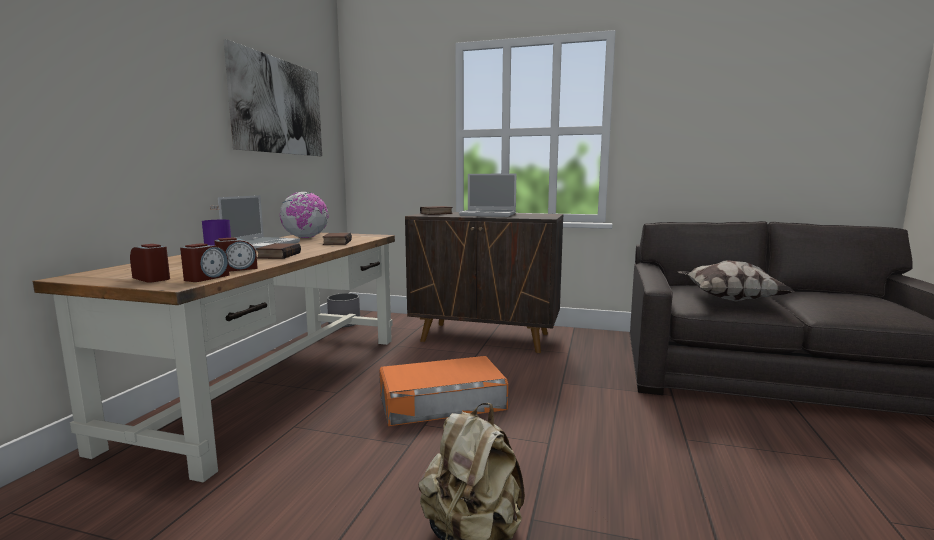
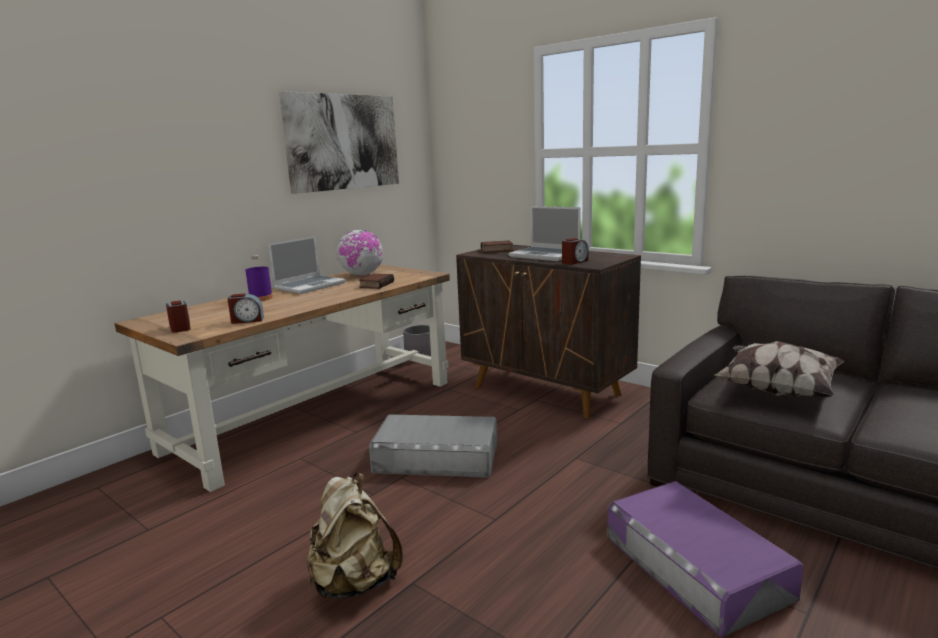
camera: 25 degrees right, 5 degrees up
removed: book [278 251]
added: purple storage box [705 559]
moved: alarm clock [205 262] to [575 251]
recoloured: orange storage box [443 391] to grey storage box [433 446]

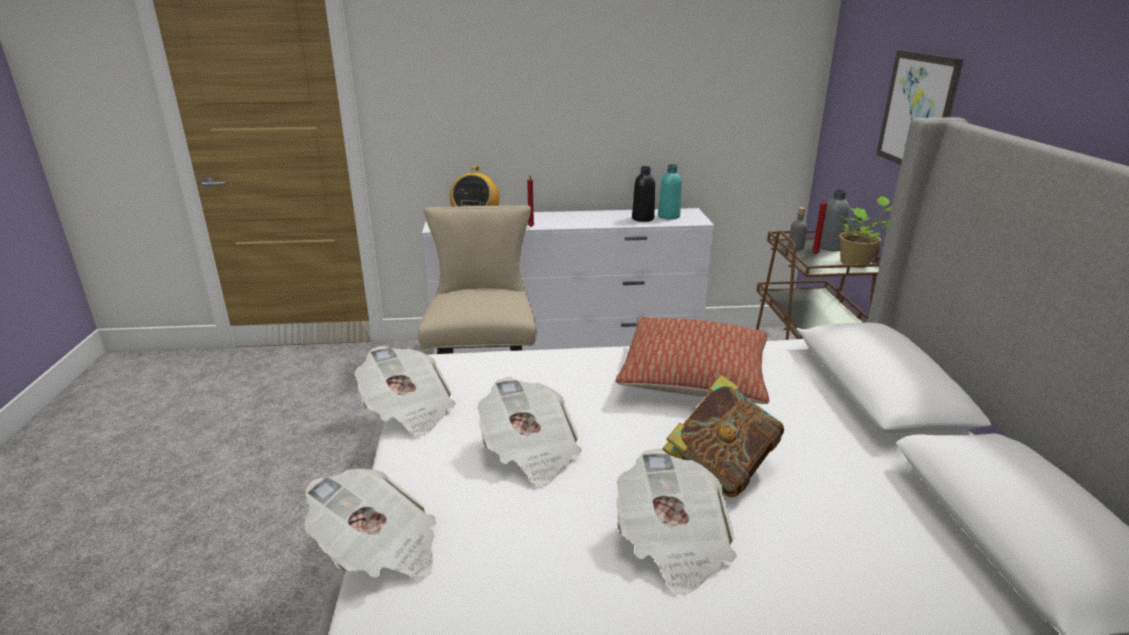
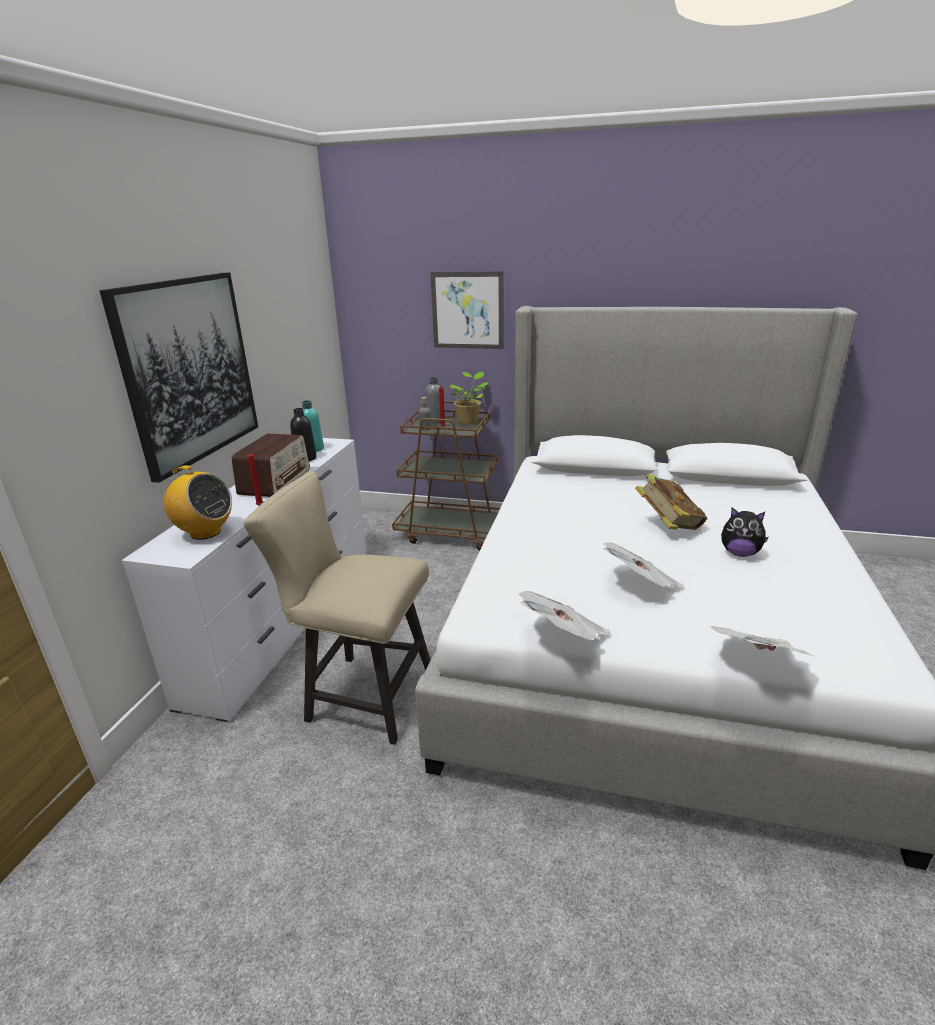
camera: 70 degrees left, 0 degrees up
removed: pillow [692 360]
added: picture [178 378]; radio [271 465]
replaced: newspaper [676 522] to plush toy [744 532]

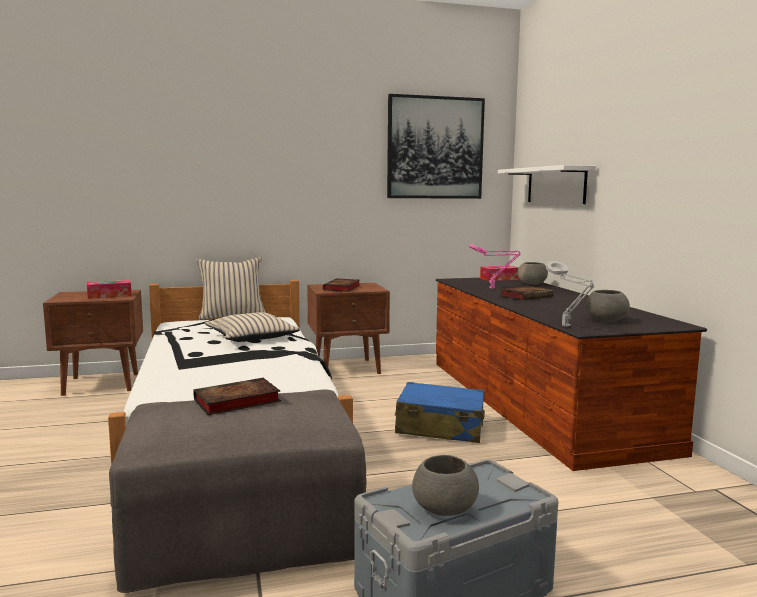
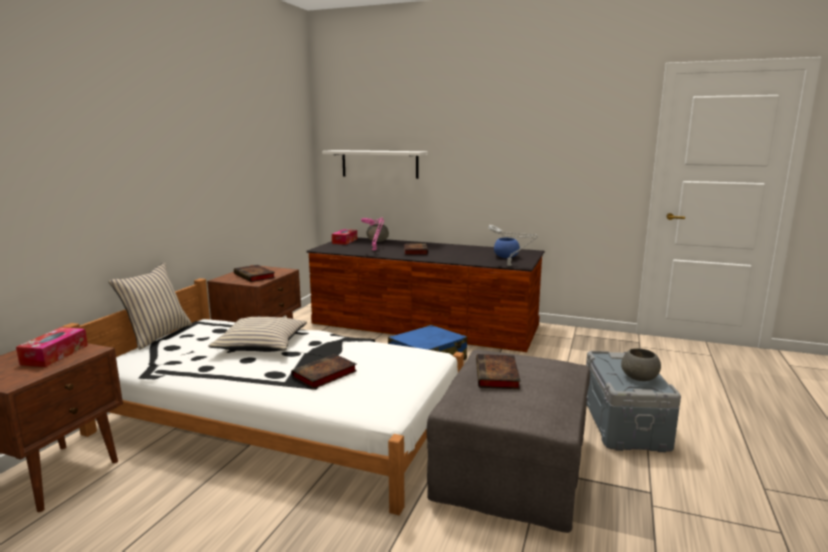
camera: 55 degrees left, 5 degrees up
removed: picture [436 146]
added: book [324 371]
recoloured: grey bowl [608 306] to blue bowl [507 248]

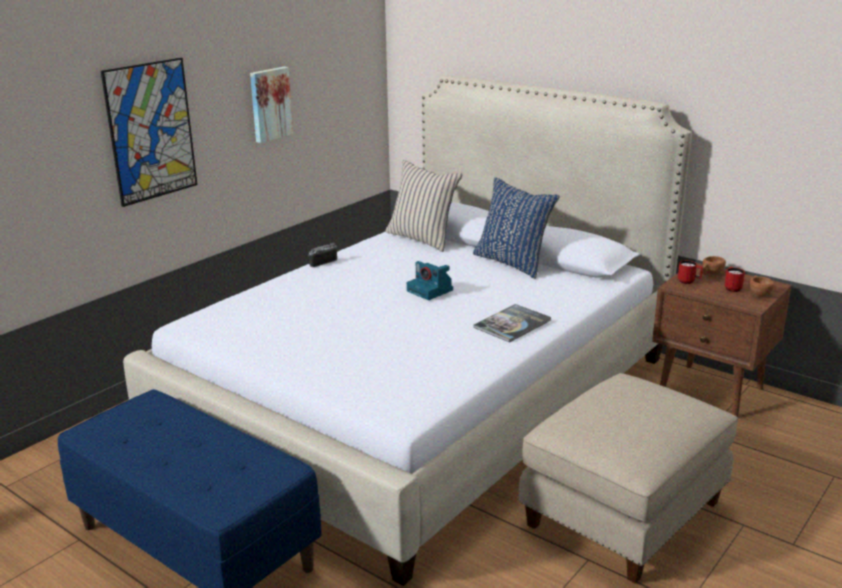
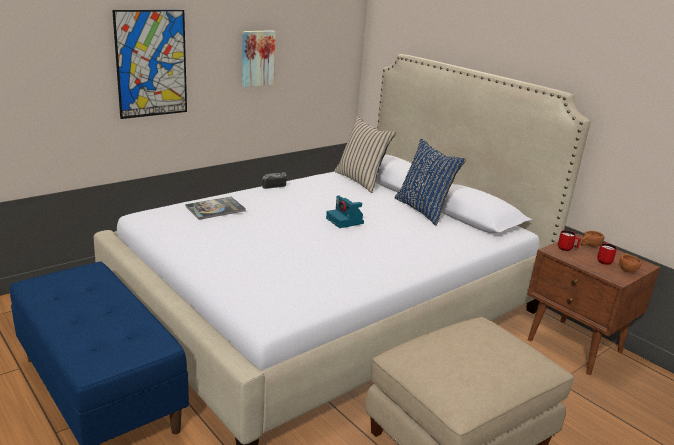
camera: 10 degrees right, 0 degrees up
moved: book [512 323] to [216 208]

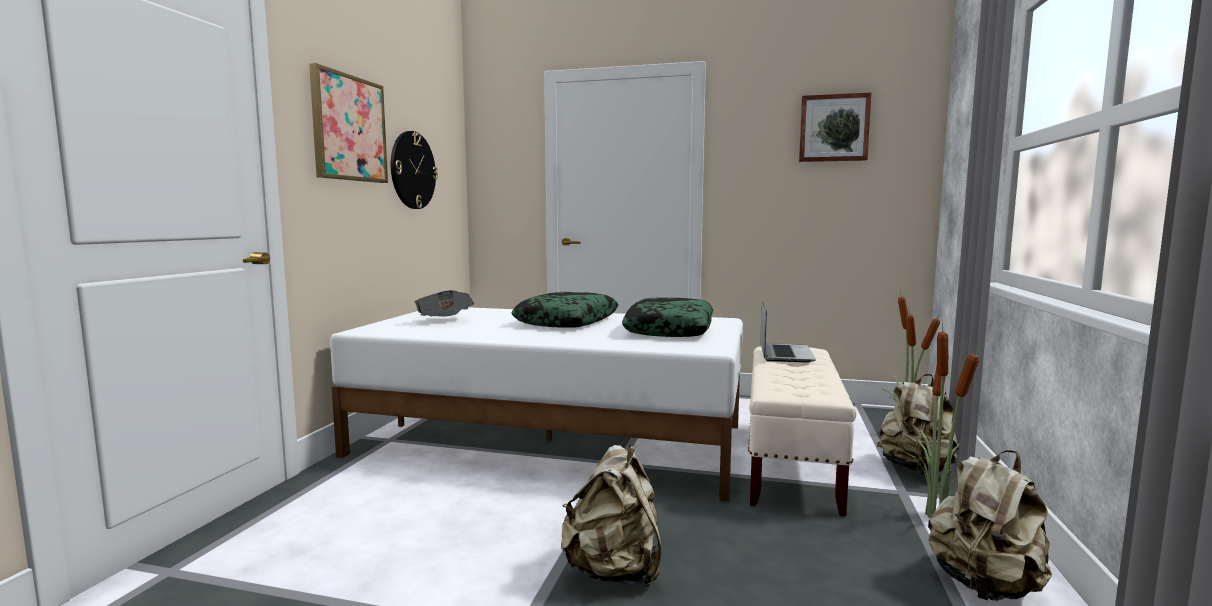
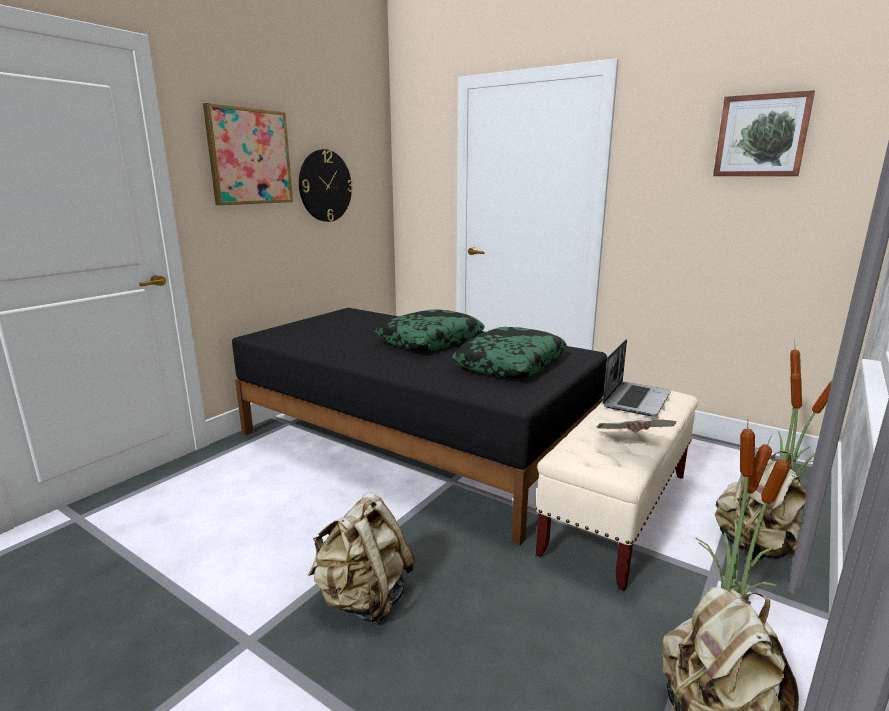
camera: 20 degrees right, 10 degrees up
moved: newspaper [444 303] to [637 426]
recoloured: white bed [536 404] to black bed [419 427]

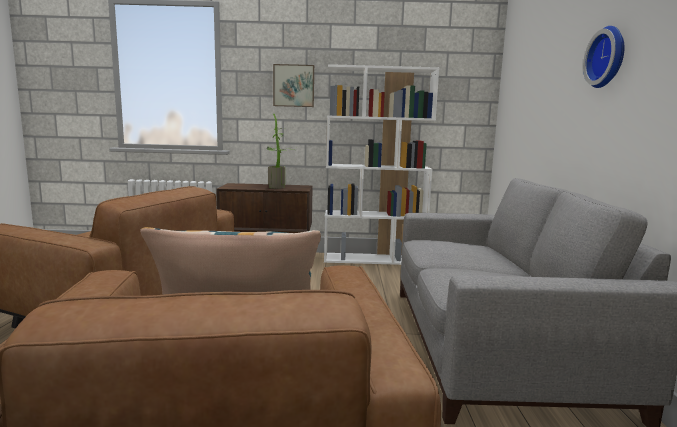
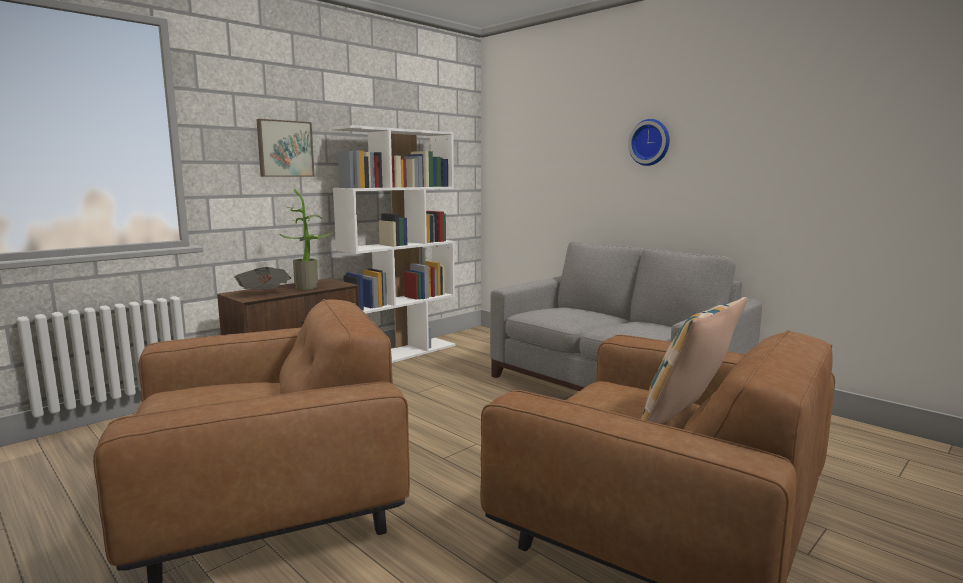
camera: 45 degrees left, 0 degrees up
added: newspaper [262 278]

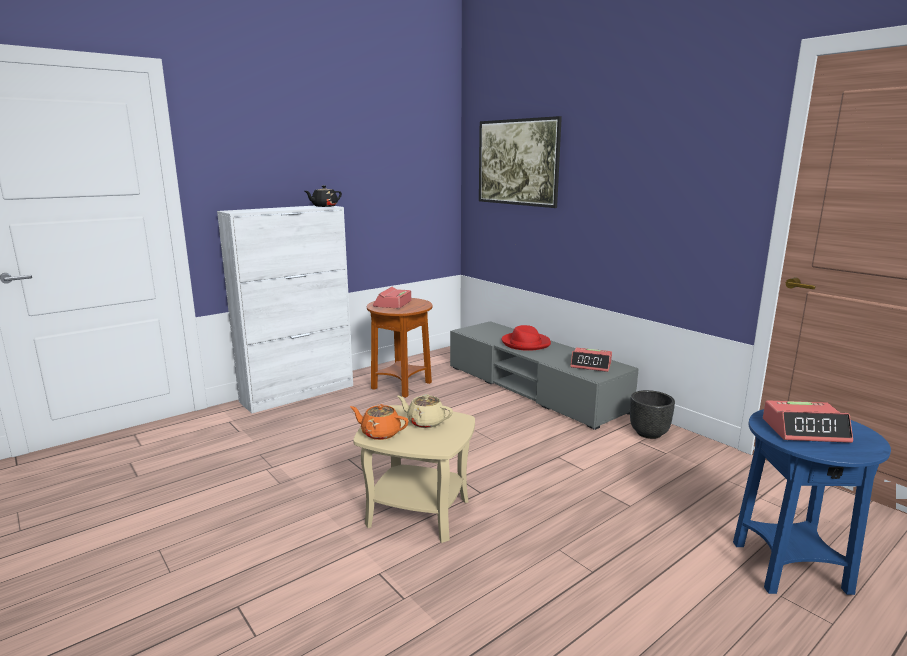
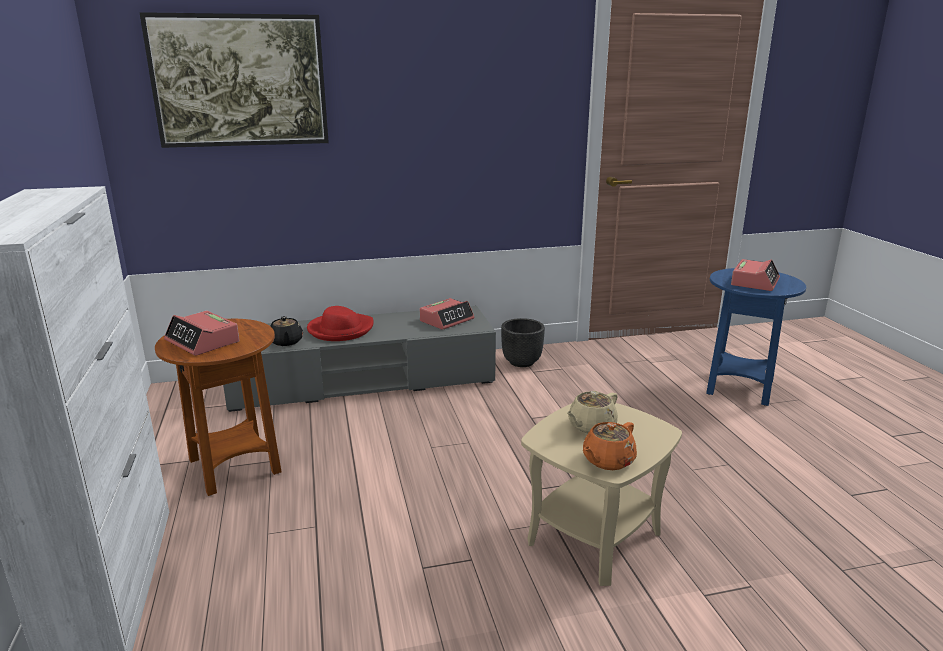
camera: 65 degrees left, 5 degrees up
moved: black teapot [323 196] to [287 331]

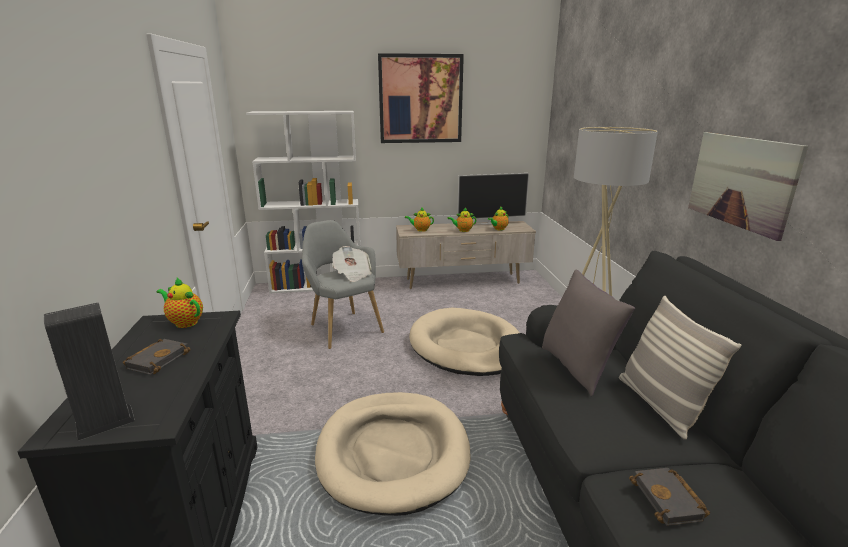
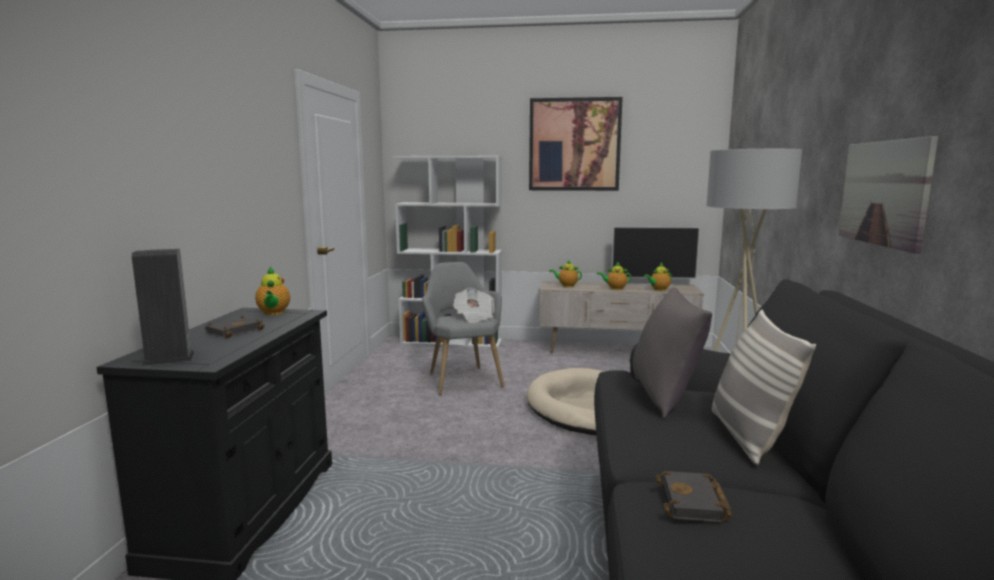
camera: 15 degrees right, 10 degrees down
removed: beige dog bed [393 454]
turned: teapot [179 303] = [272 291] 150 degrees counterclockwise

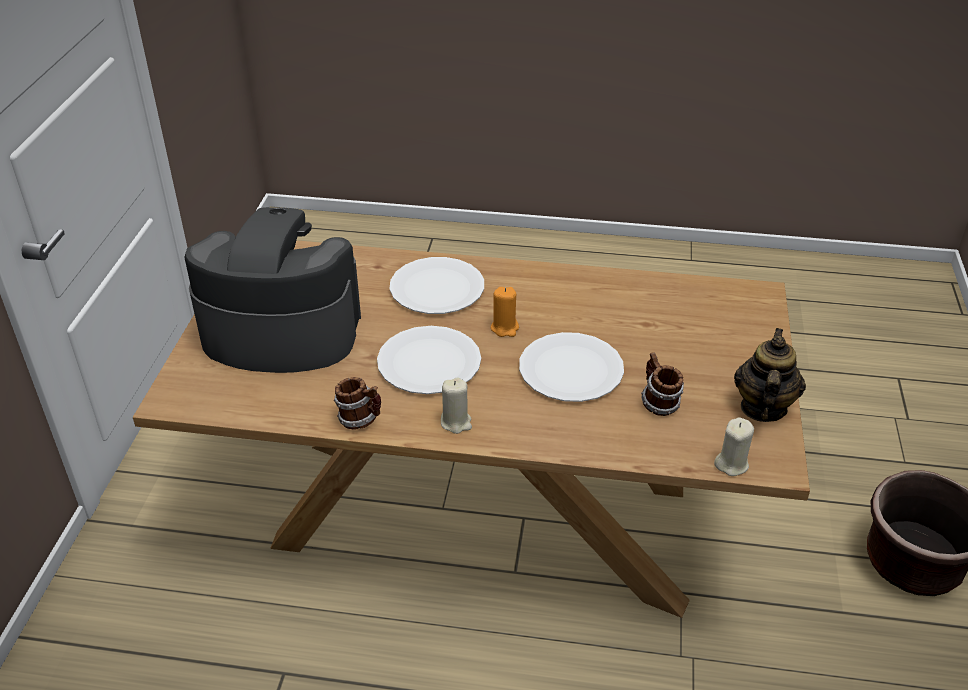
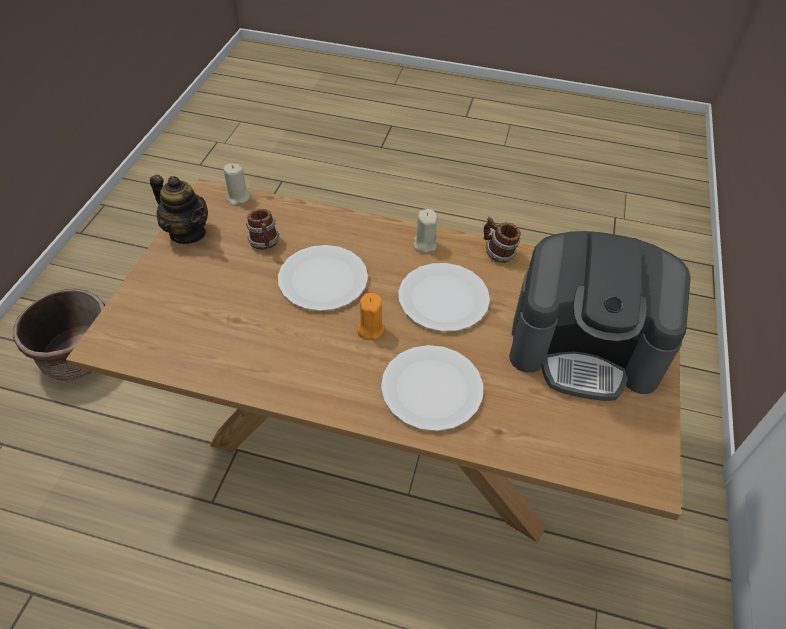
camera: 175 degrees left, 10 degrees up
turned: teapot [770 375] = [179 209] 75 degrees counterclockwise

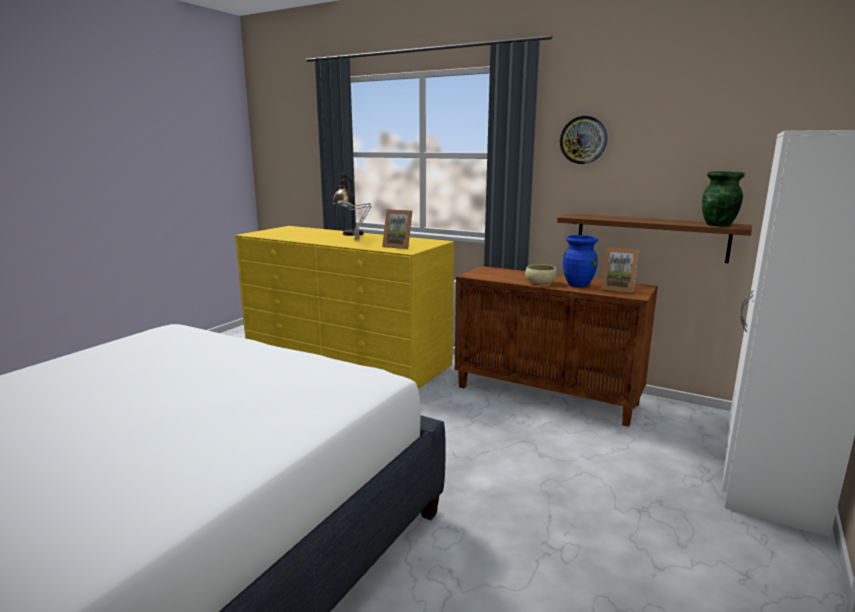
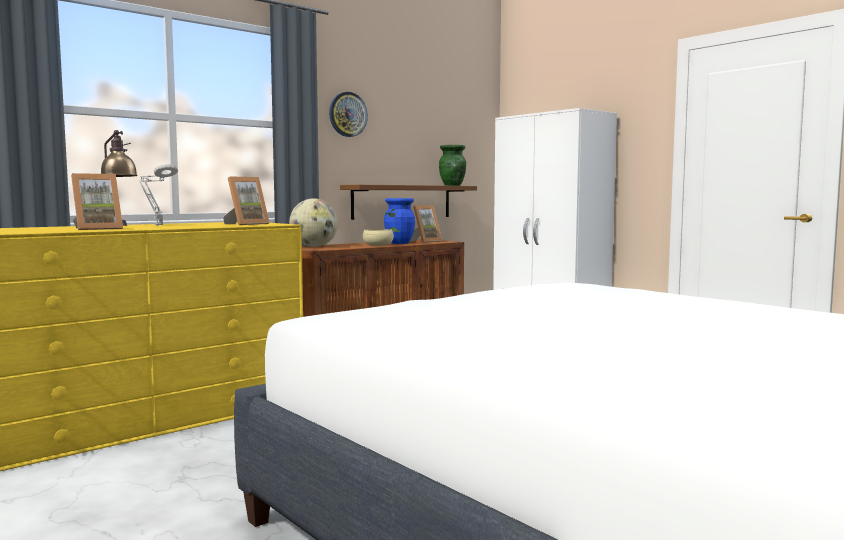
camera: 70 degrees left, 10 degrees down
added: picture frame [97 201]; globe [313 222]

